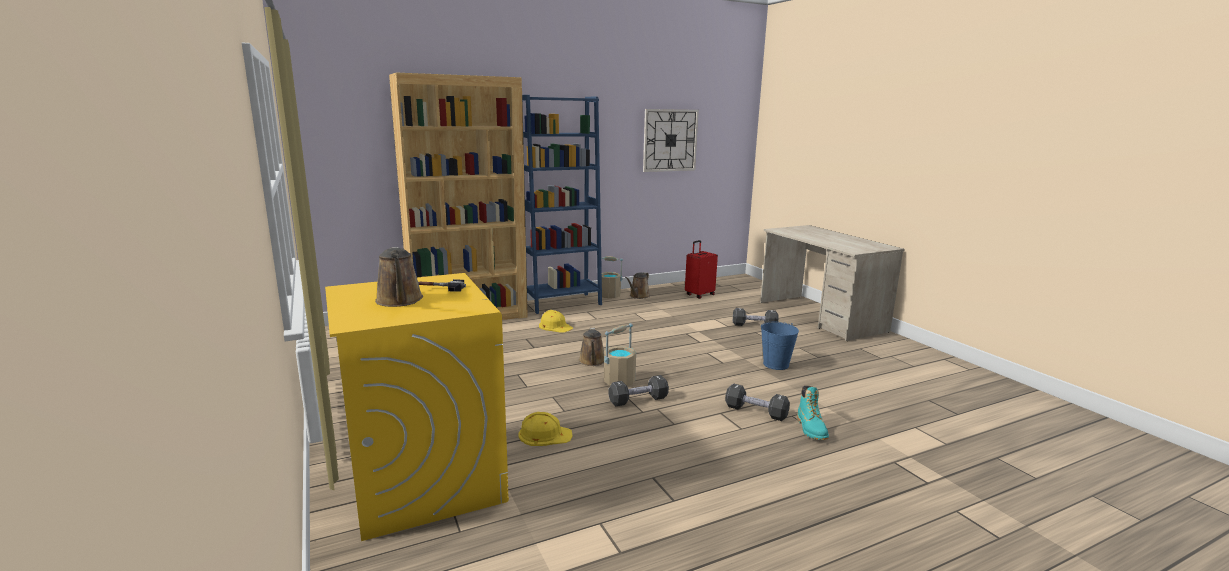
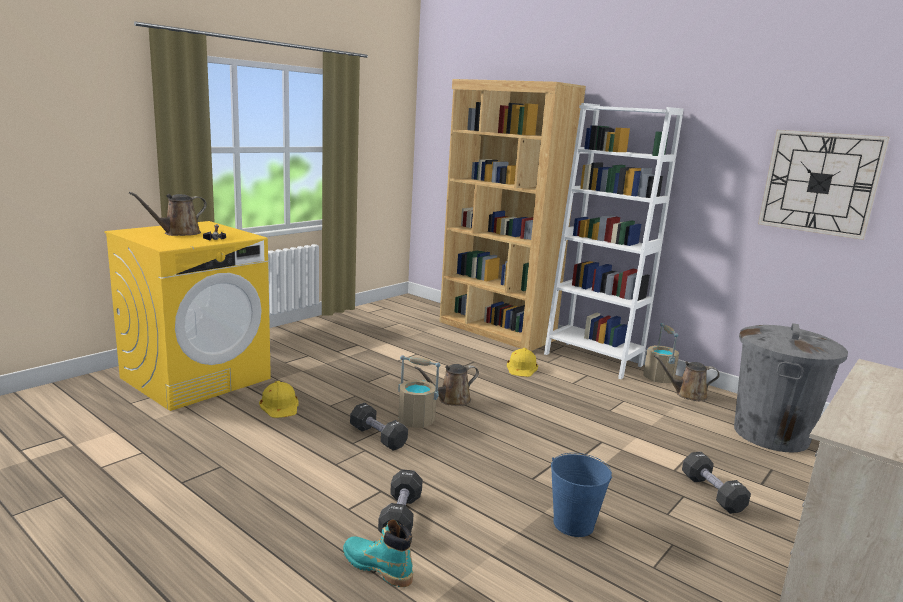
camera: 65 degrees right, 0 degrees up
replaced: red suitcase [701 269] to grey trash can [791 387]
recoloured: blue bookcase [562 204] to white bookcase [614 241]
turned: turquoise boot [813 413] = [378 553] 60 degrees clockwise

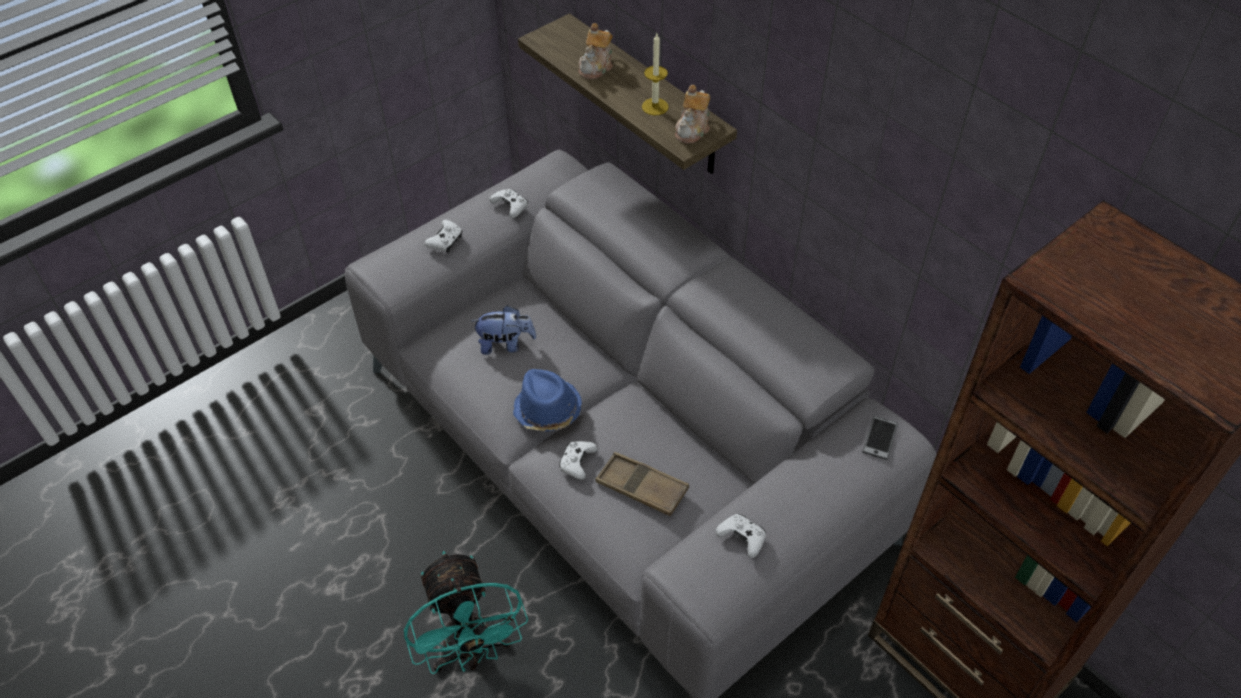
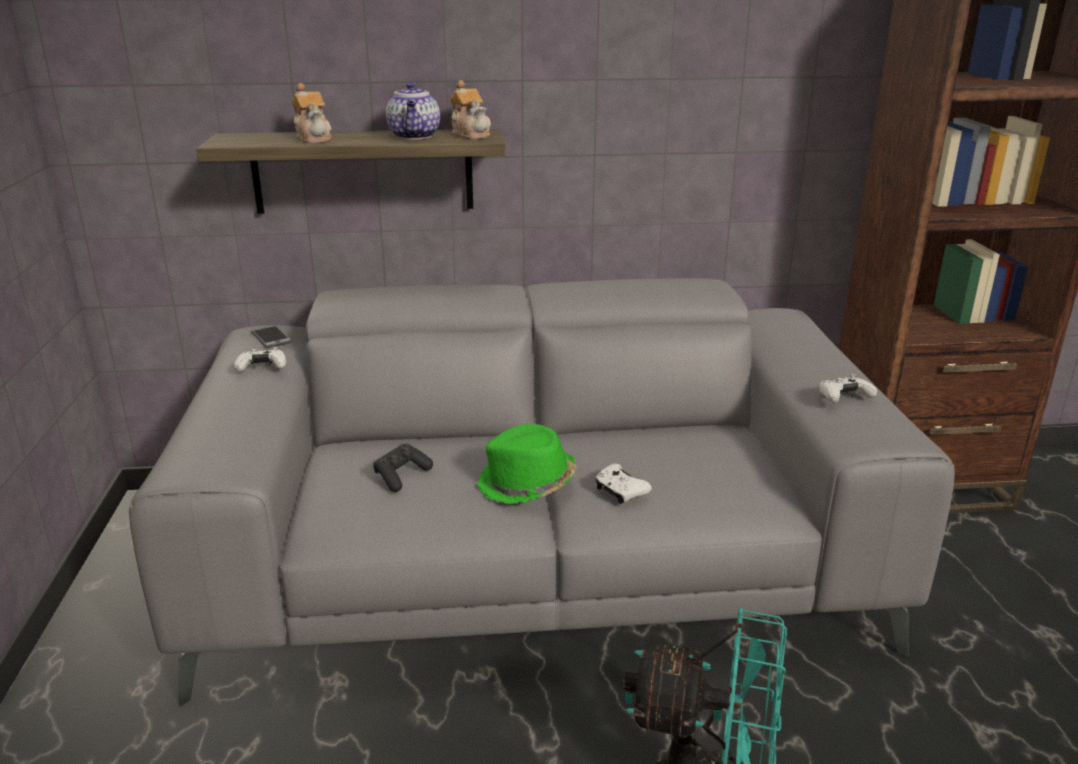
camera: 55 degrees left, 25 degrees down
removed: white game controller [443 236]; brown tray [642 484]
moved: phone [880 438] to [271 336]
replaced: plush toy [504 330] to black game controller [403 468]; candle [655 74] to teapot [413 111]
recoloured: blue hat [547 400] to green hat [527 464]

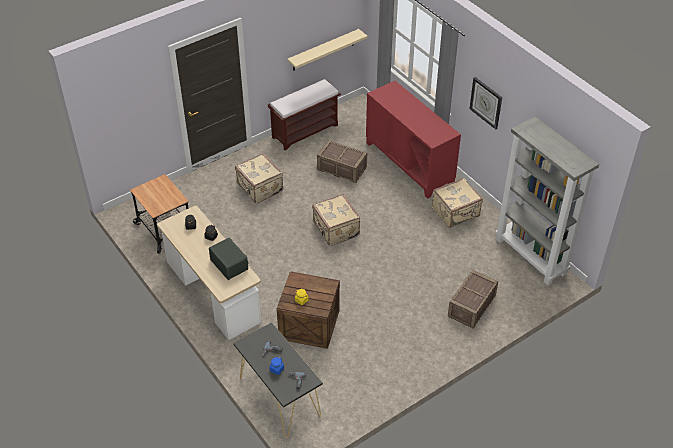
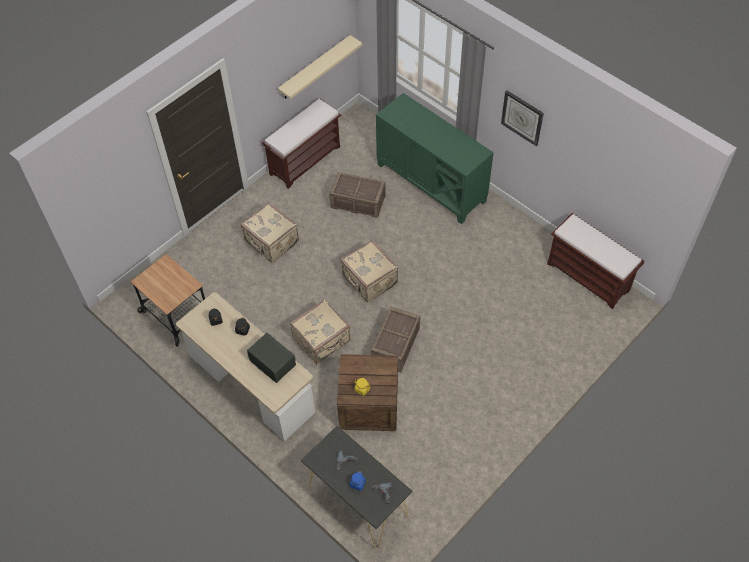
camera: 10 degrees left, 10 degrees up
moved: beige suitcase [457 203] to [320 331]; crate [473 299] to [395 339]
replaced: grey bookcase [547 200] to brown bench [595 261]
recoloured: red cabinet [413 140] to green cabinet [435 158]

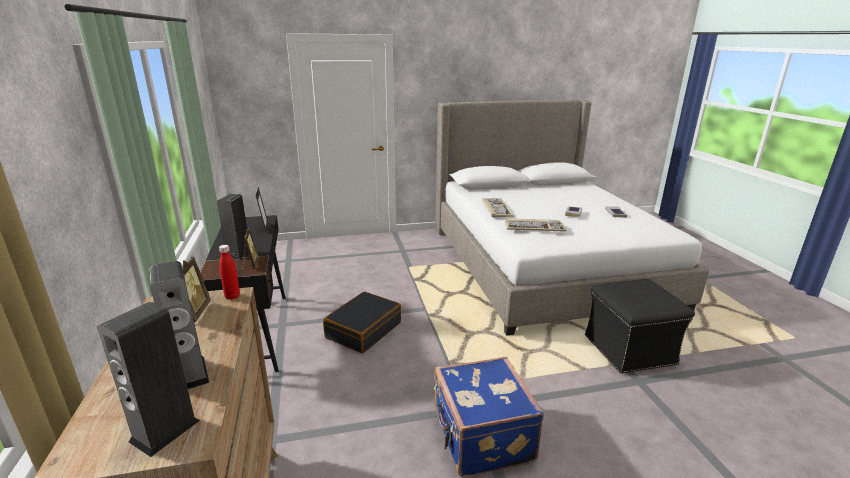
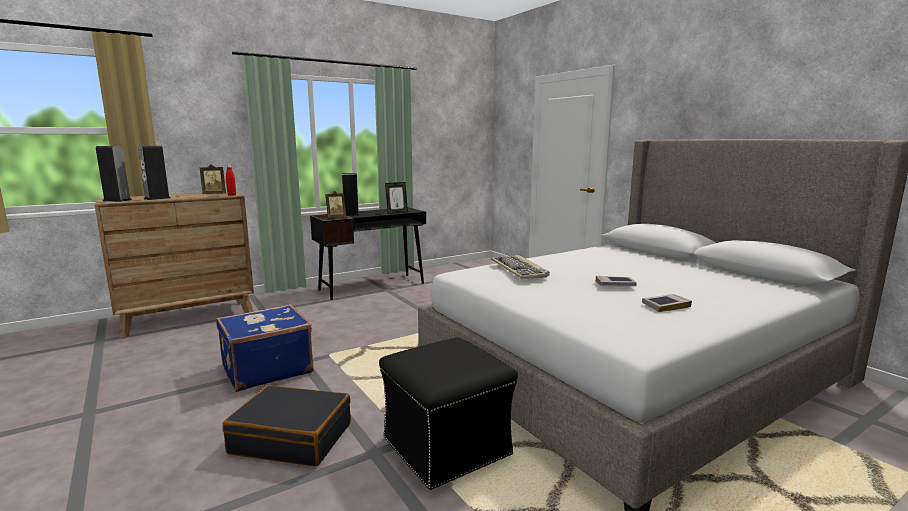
camera: 70 degrees right, 10 degrees down
removed: keyboard [497 208]
moved: black suitcase [362 322] to [286 425]

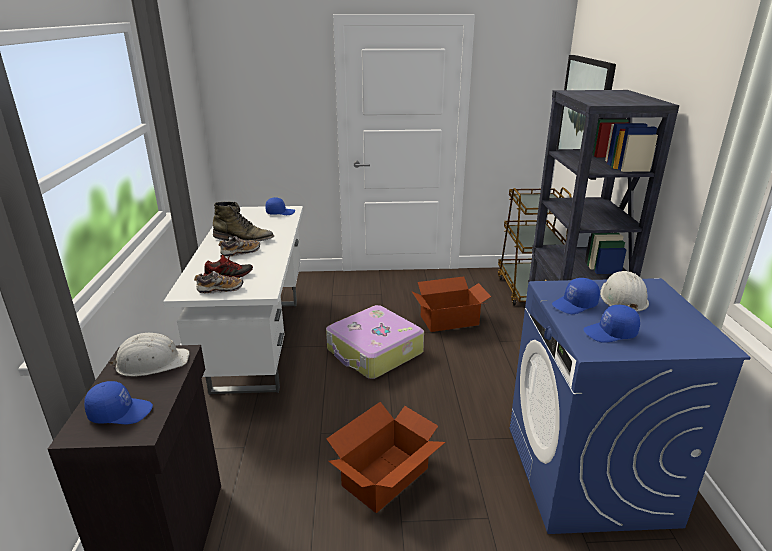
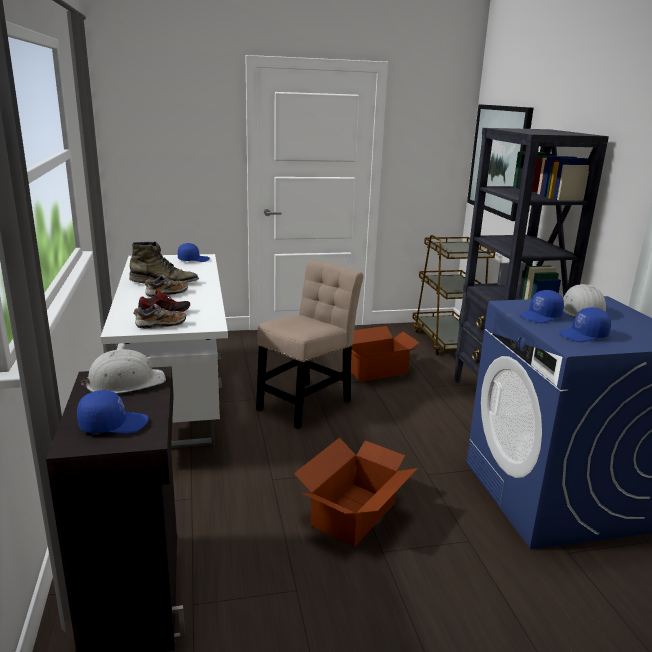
camera: 10 degrees left, 5 degrees down
replaced: suitcase [375 342] to beige chair [310 344]

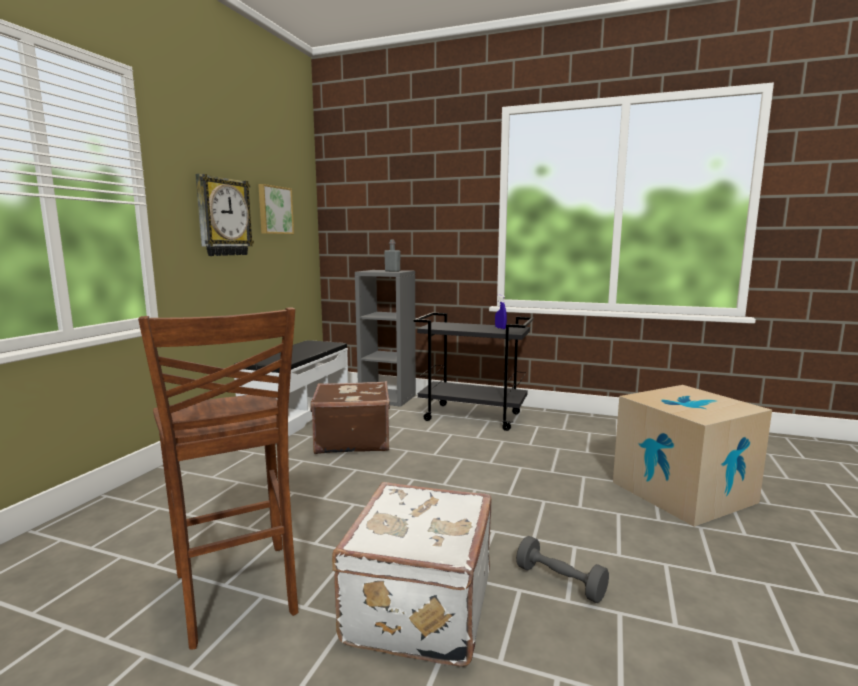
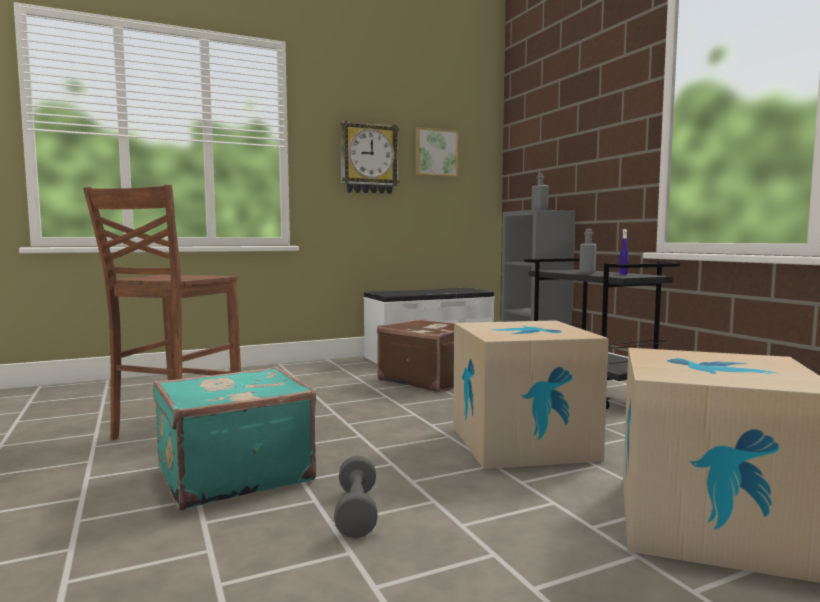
camera: 45 degrees right, 5 degrees down
added: cardboard box [531 394]; grey bottle [588 251]
recoloured: white suitcase [412 574] to turquoise suitcase [235 438]

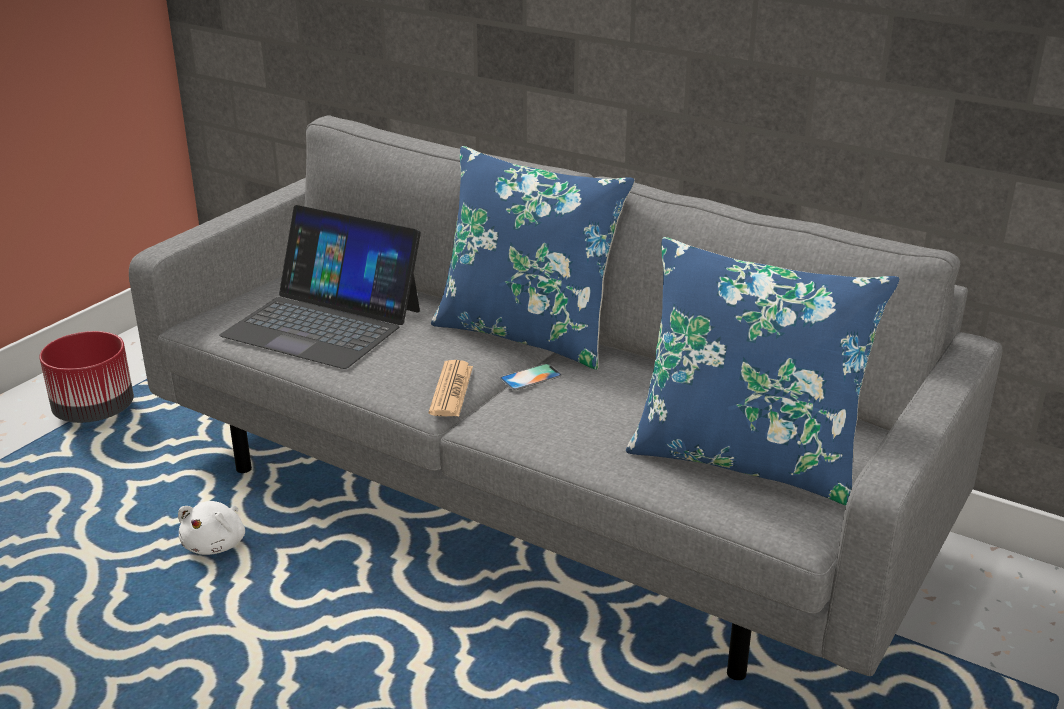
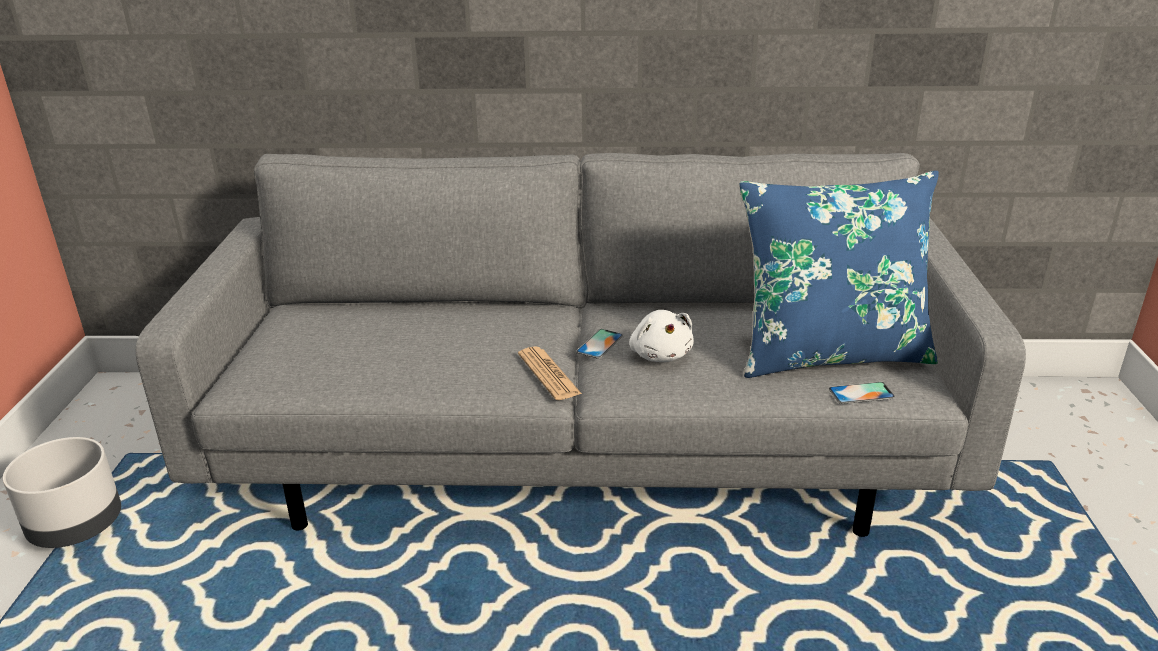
camera: 30 degrees left, 0 degrees up
removed: laptop [320 287]; blue pillow [533 258]
added: phone [862 393]
moved: white plush toy [211 528] to [661 336]
recoloured: red planter [86 377] to grey planter [62 492]

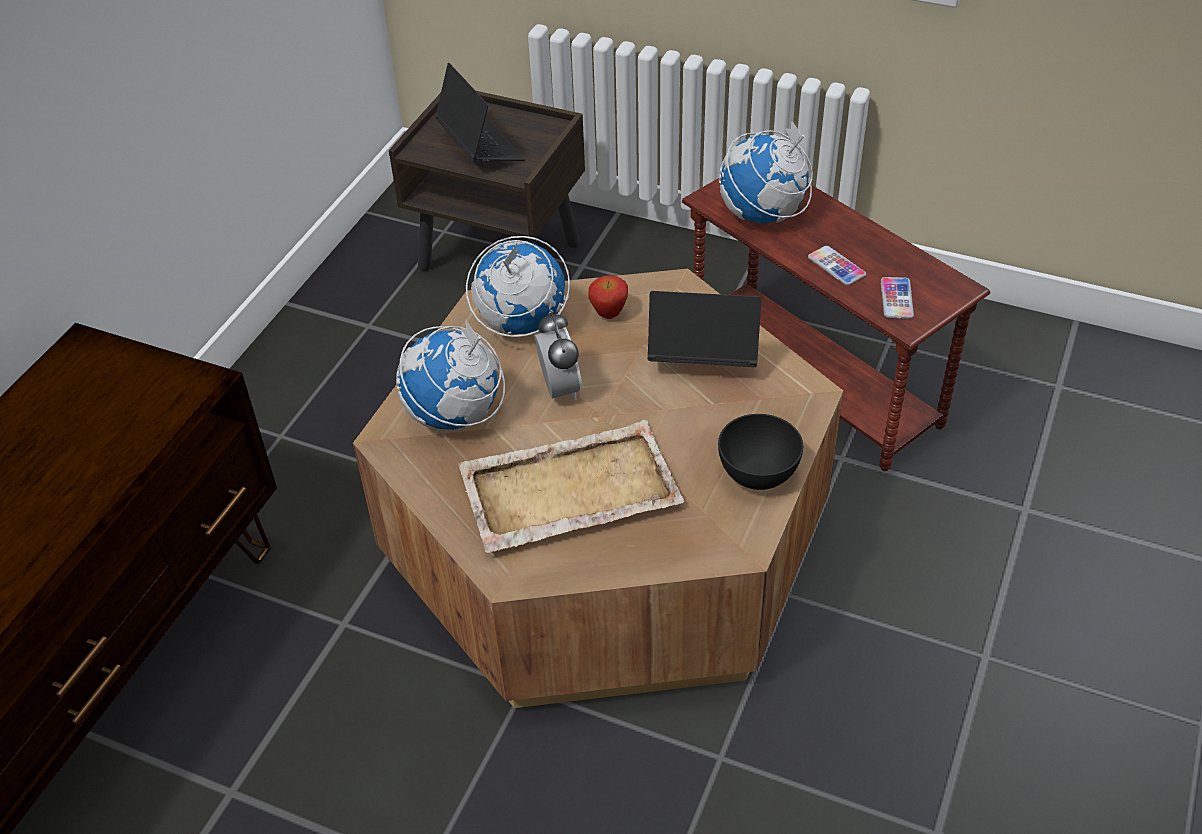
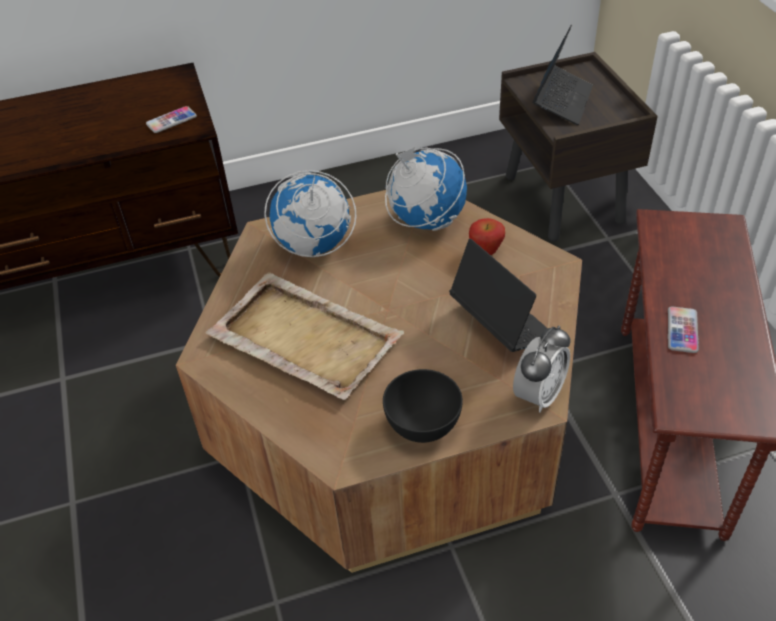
camera: 50 degrees right, 0 degrees up
removed: globe [766 171]
moved: alarm clock [559 355] to [541 369]; phone [897 298] to [171 119]

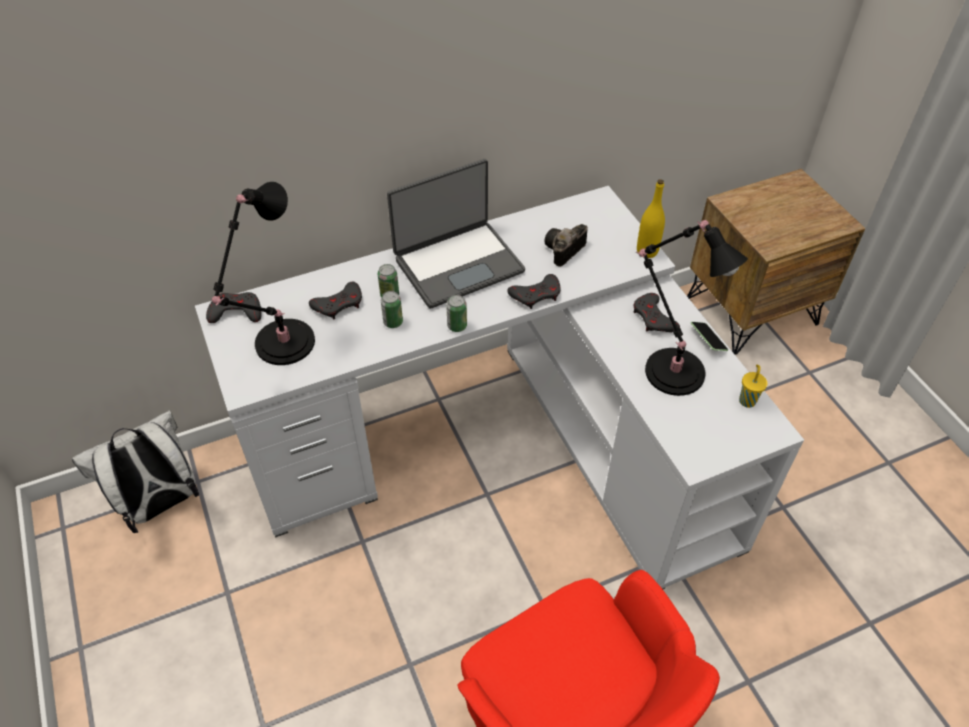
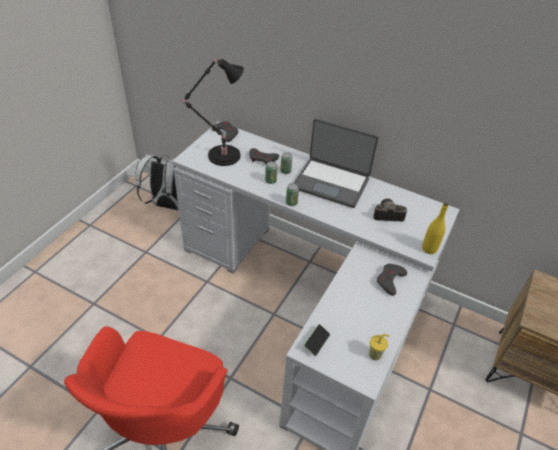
camera: 50 degrees right, 5 degrees down
removed: grey game controller [534 291]; black table lamp [692 308]
moved: phone [709 336] to [317 340]

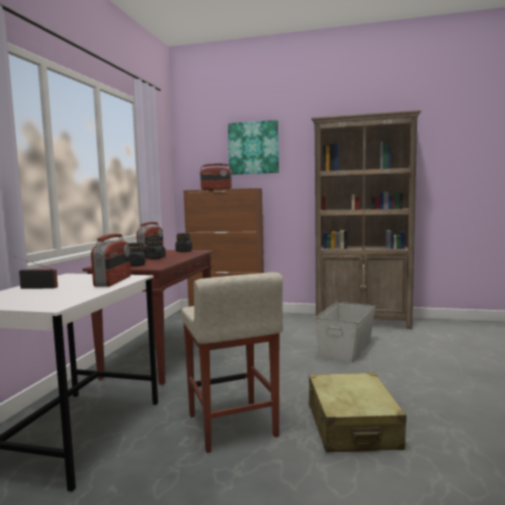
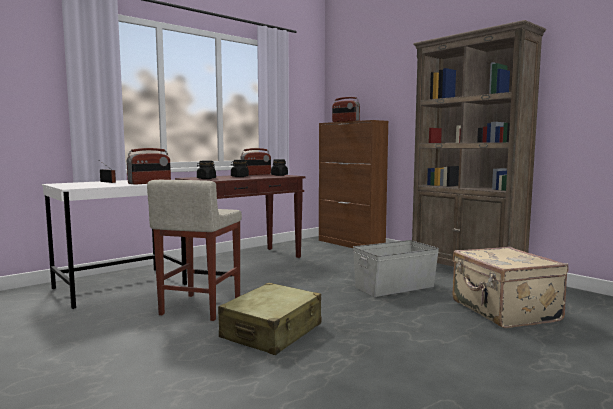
camera: 35 degrees right, 0 degrees up
removed: picture [253 147]
added: beige suitcase [510 287]

